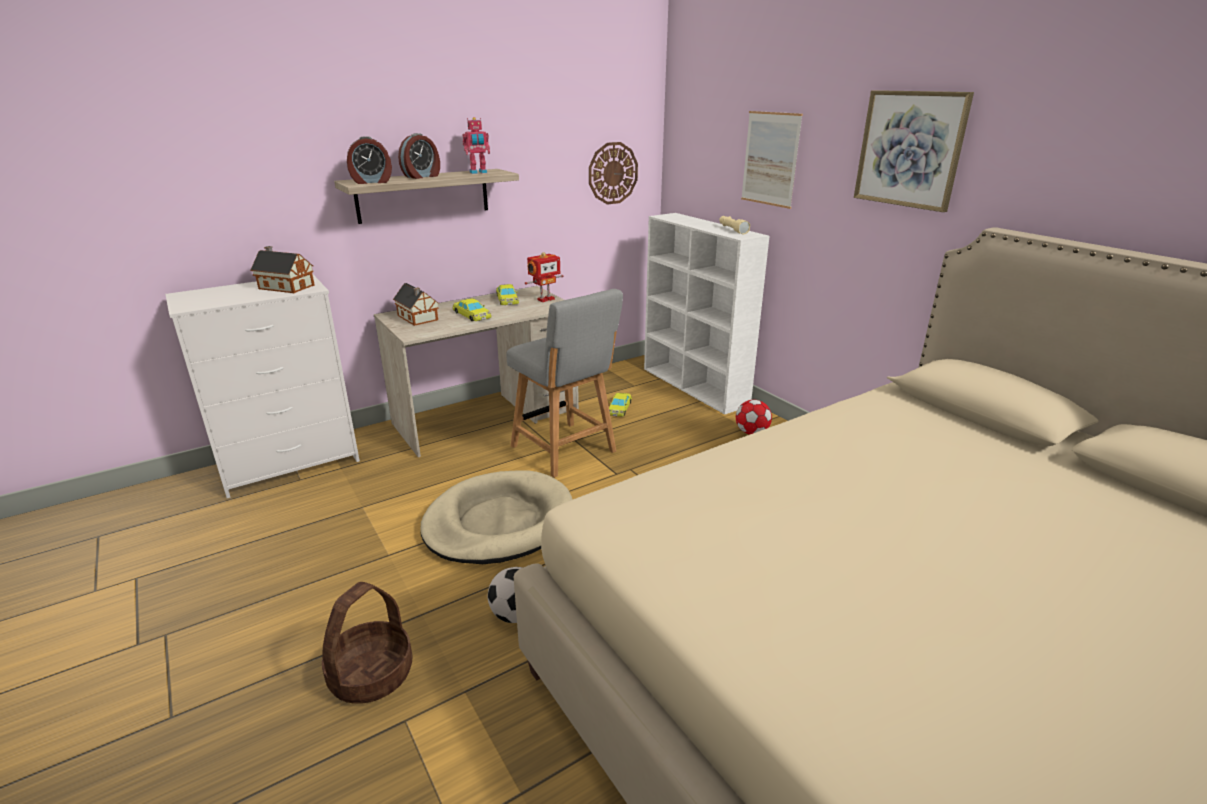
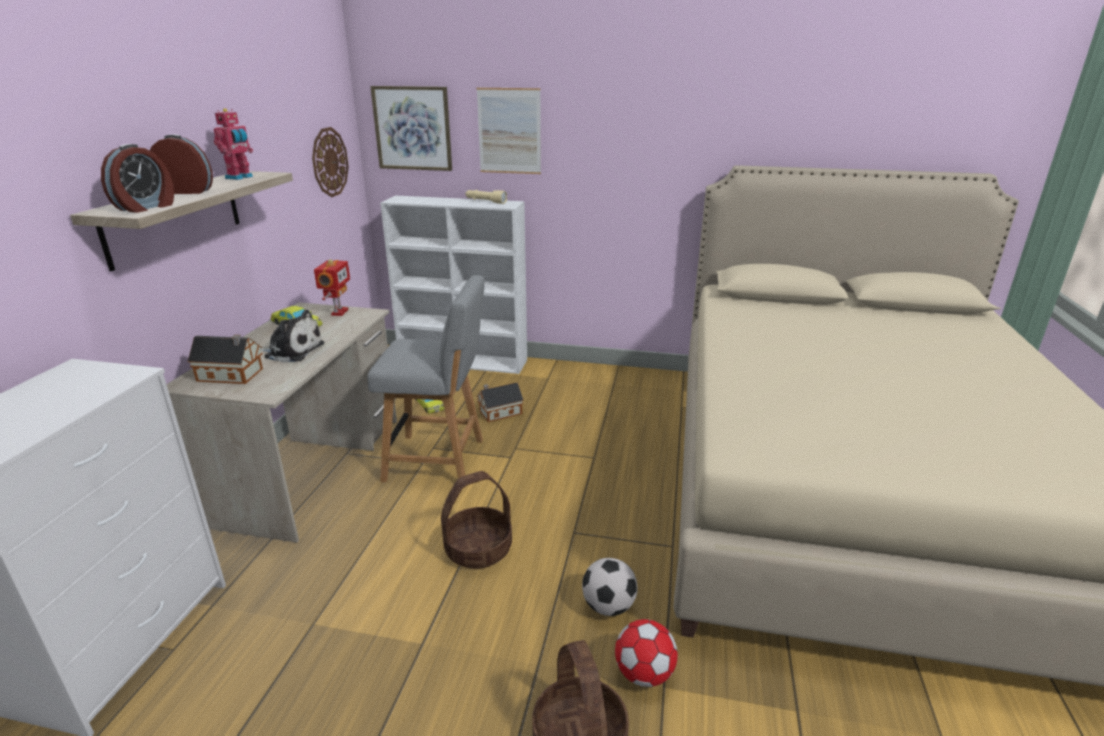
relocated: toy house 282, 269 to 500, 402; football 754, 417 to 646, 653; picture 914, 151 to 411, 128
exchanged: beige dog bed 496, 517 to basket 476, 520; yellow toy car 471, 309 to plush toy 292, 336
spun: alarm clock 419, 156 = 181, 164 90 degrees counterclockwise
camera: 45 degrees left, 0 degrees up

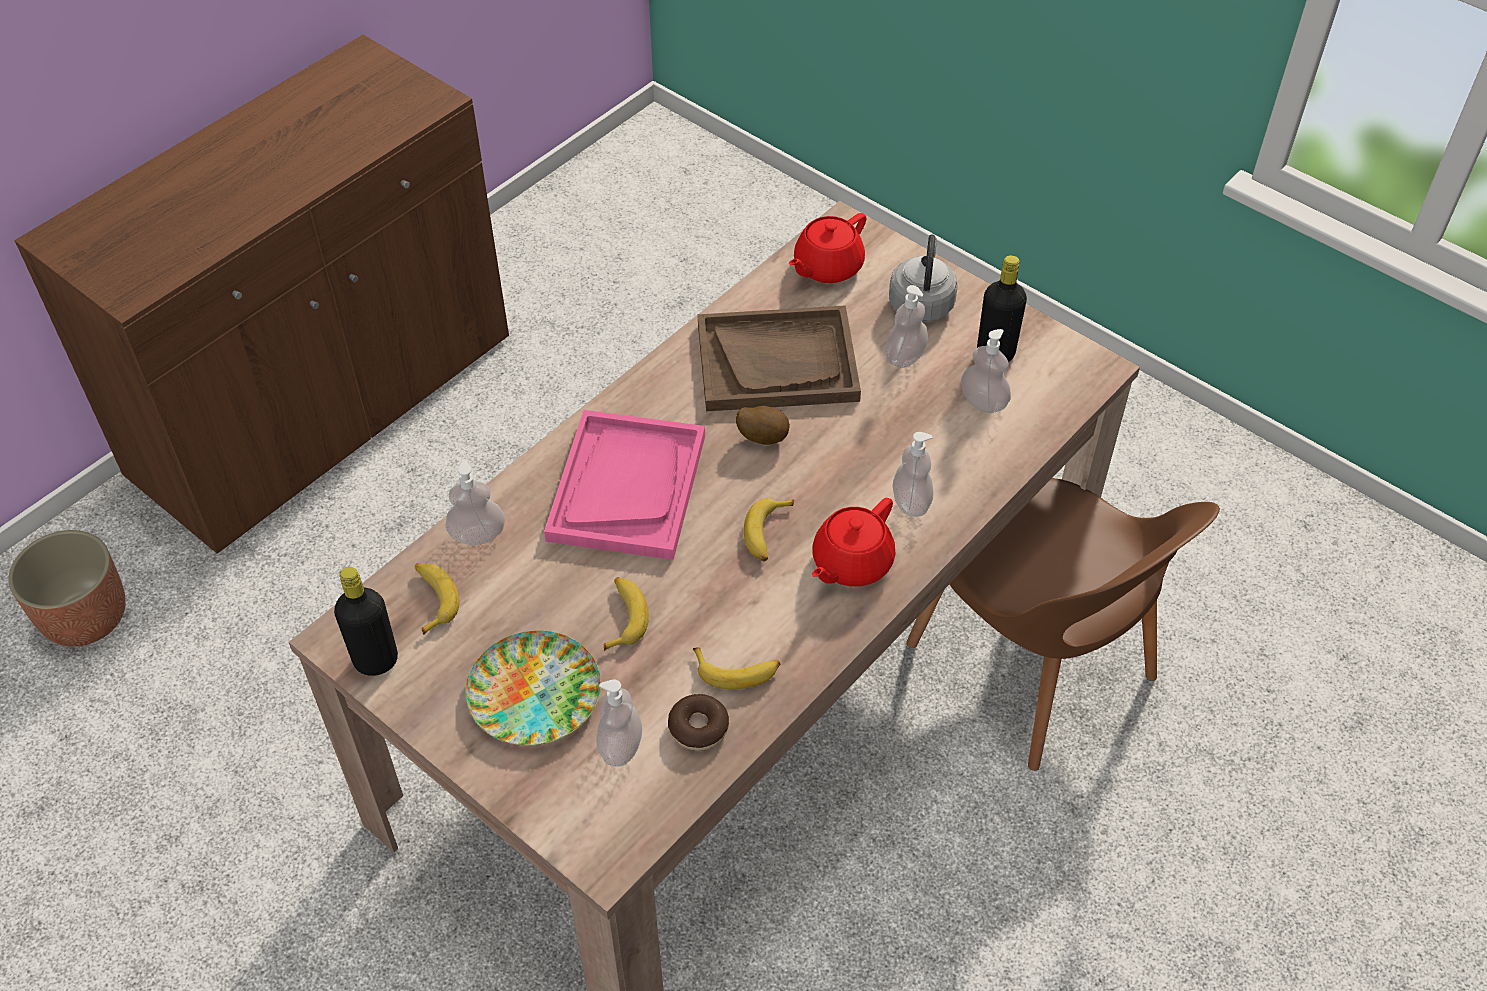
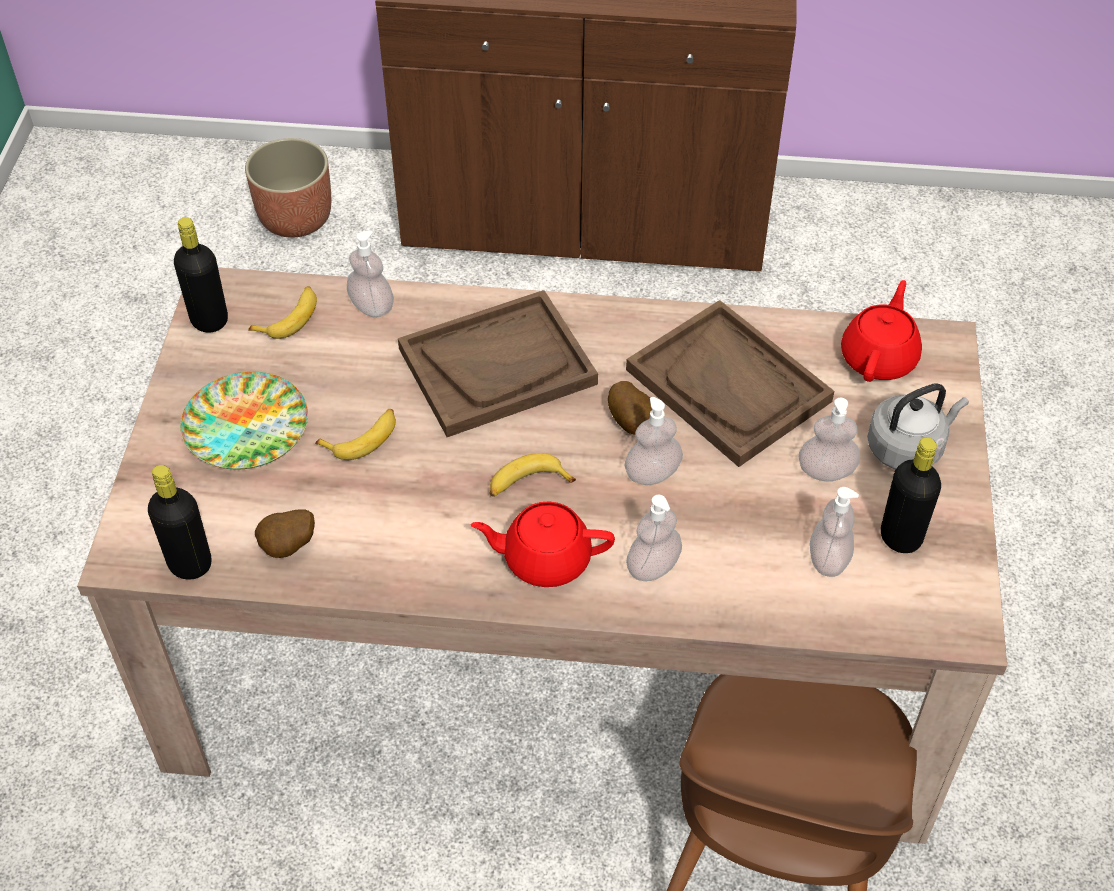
missing: banana 736, 668
appeared: black bottle 180, 522
relocated: soap dispenser 619, 723 to 653, 441
exchanged: donut 698, 722 to potato 285, 533
colour: pink tray 624, 485 to brown tray 498, 363
spun: red teapot 828, 248 = 881, 331 105 degrees clockwise
camera: 55 degrees right, 0 degrees up

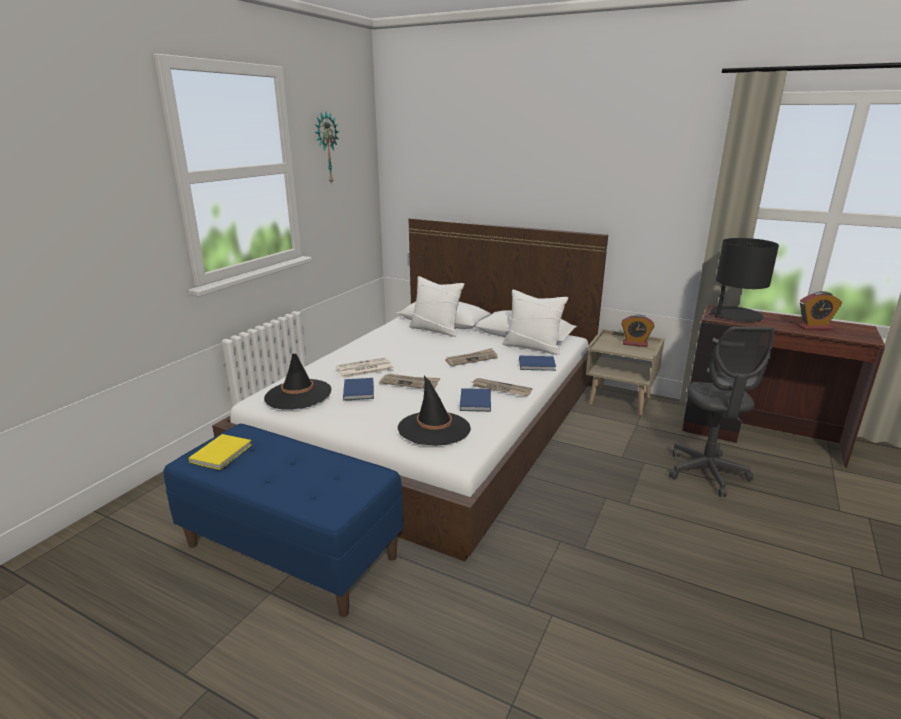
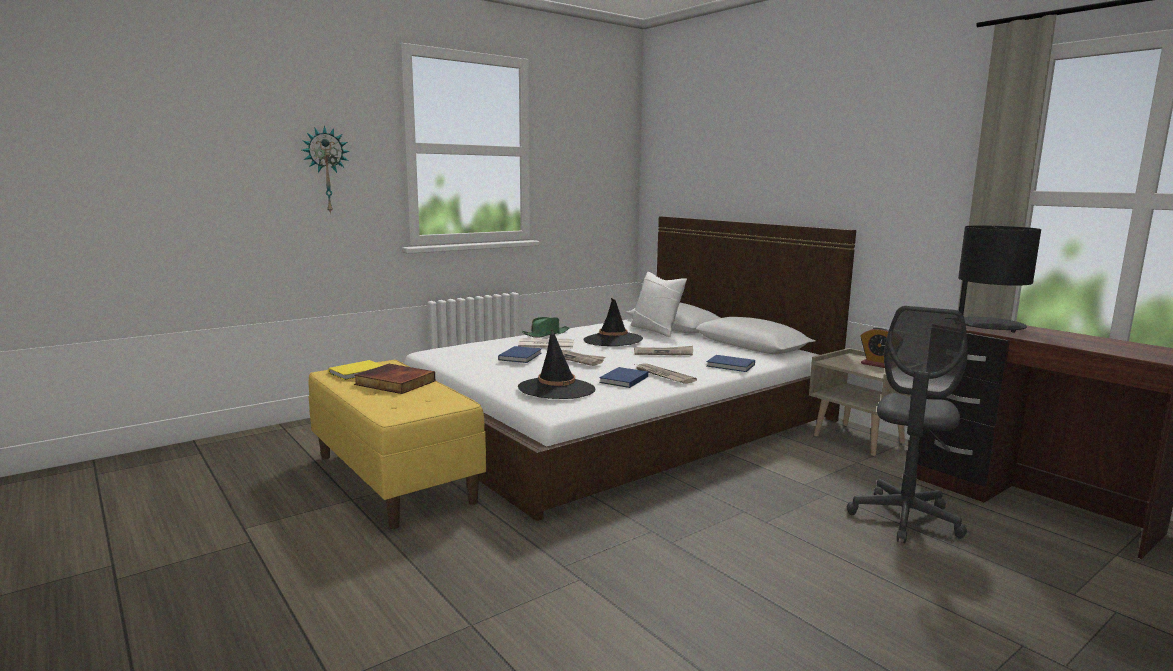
missing: white pillow 535, 322; alarm clock 819, 310
appeared: book 394, 379; green hat 545, 327
relocated: black hat 297, 382 to 613, 322; wall clock 327, 148 to 326, 169
colour: blue bench 284, 520 to yellow bench 397, 444
camera: 25 degrees right, 10 degrees down

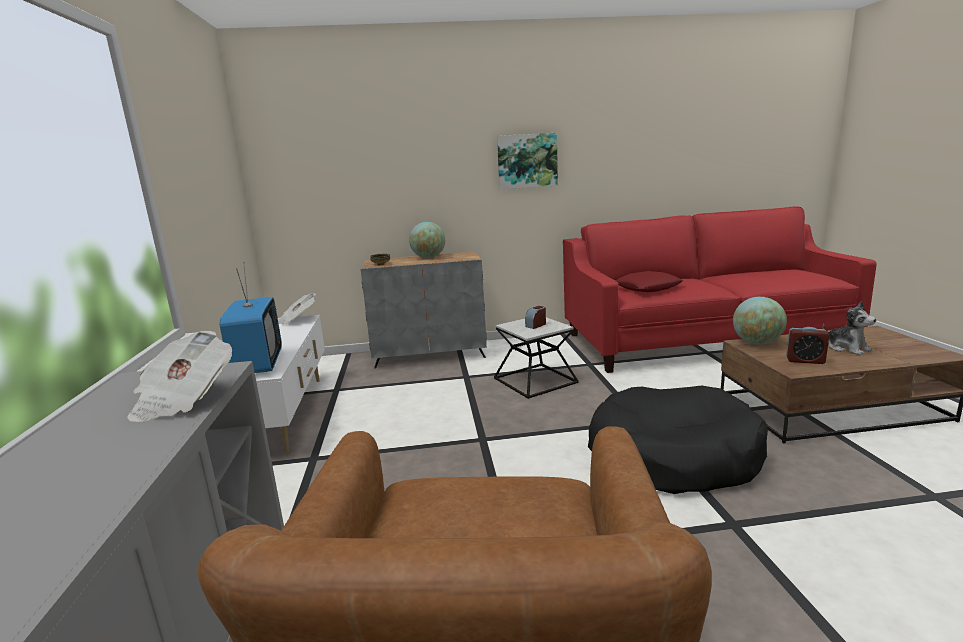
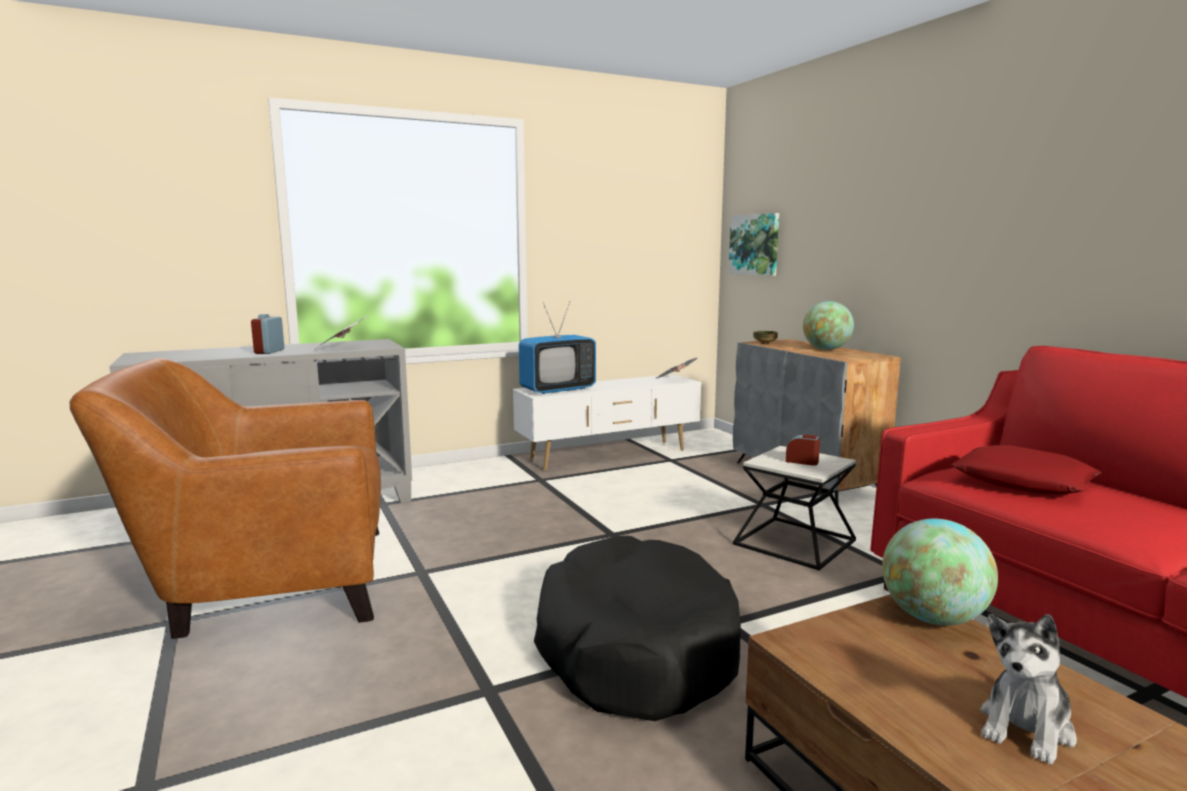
relocated: picture 527, 161 to 754, 244; alarm clock 807, 345 to 267, 334
camera: 70 degrees right, 5 degrees down

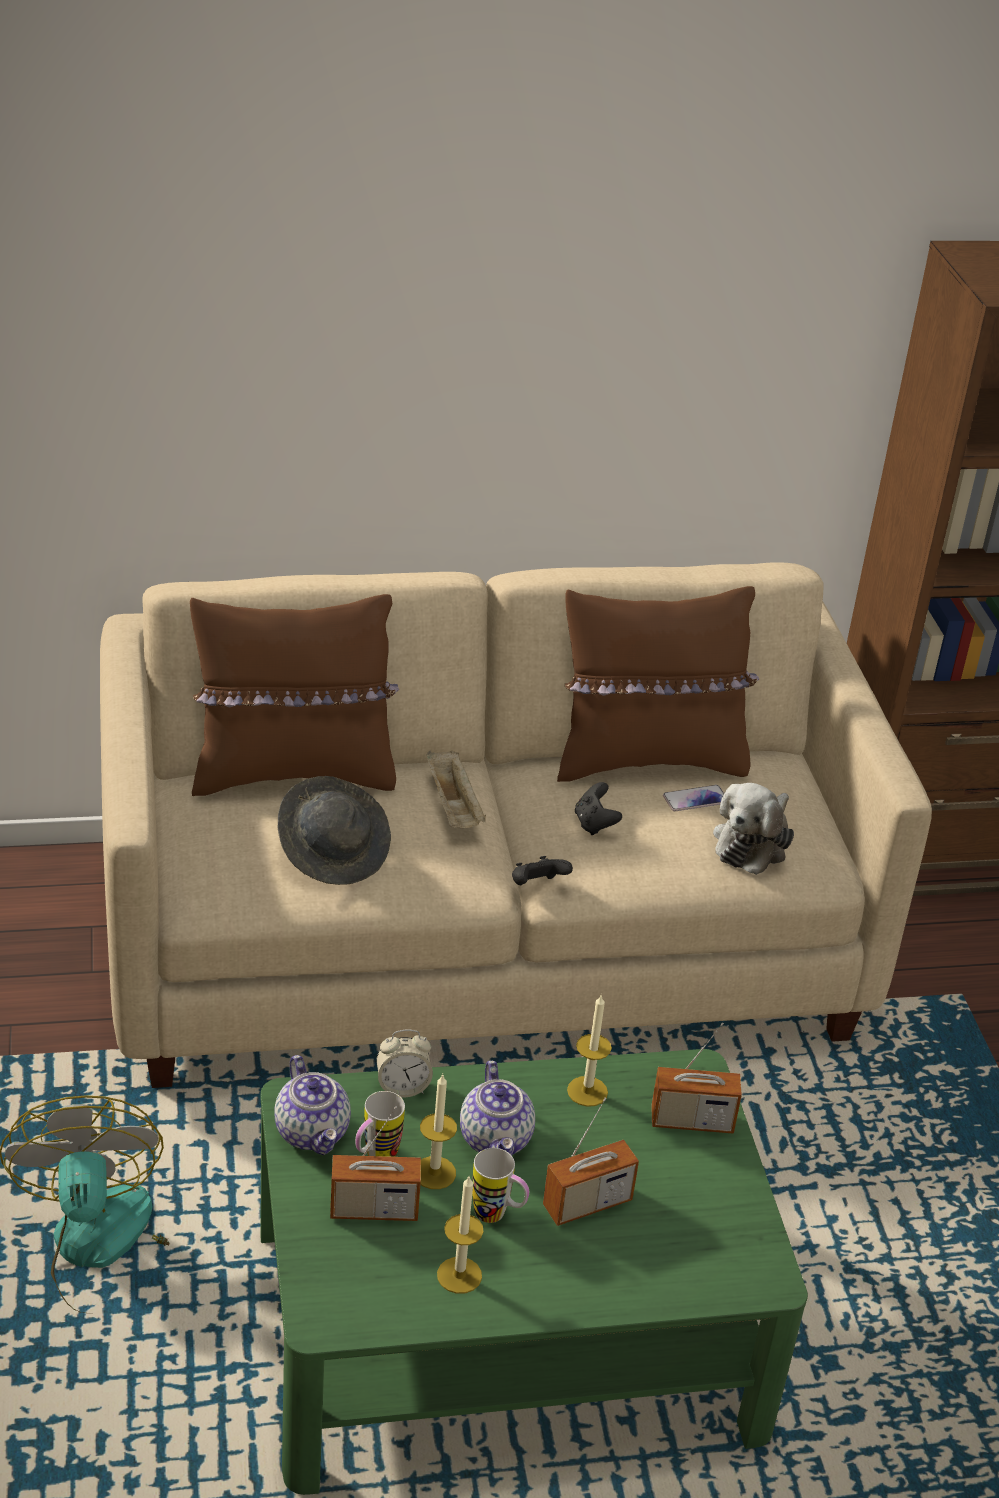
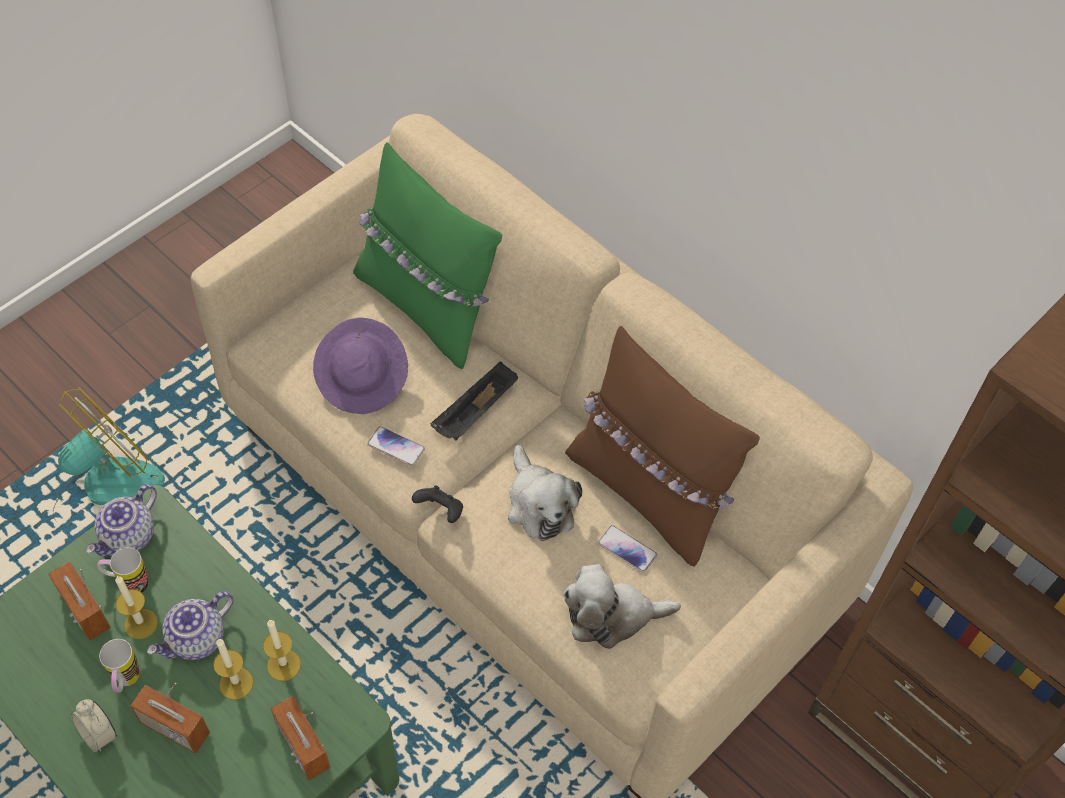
appeared: phone 396, 446
relocated: alarm clock 404, 1063 to 94, 725; candle 460, 1235 to 233, 669
exchanged: black game controller 598, 808 to plush toy 545, 493
colour: brown pillow 294, 695 to green pillow 427, 255; grey hat 334, 830 to purple hat 360, 365; beige tray 456, 789 to black tray 474, 401
camera: 55 degrees right, 20 degrees up

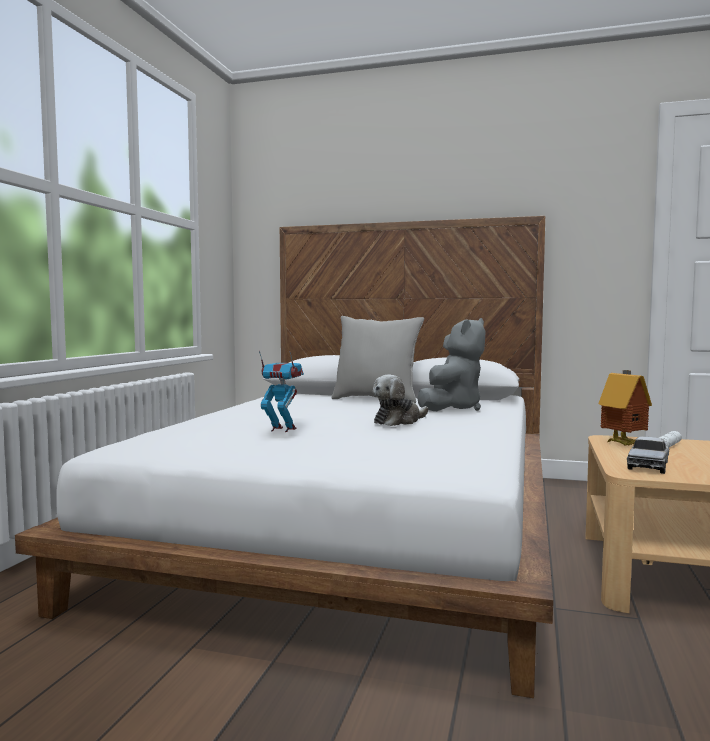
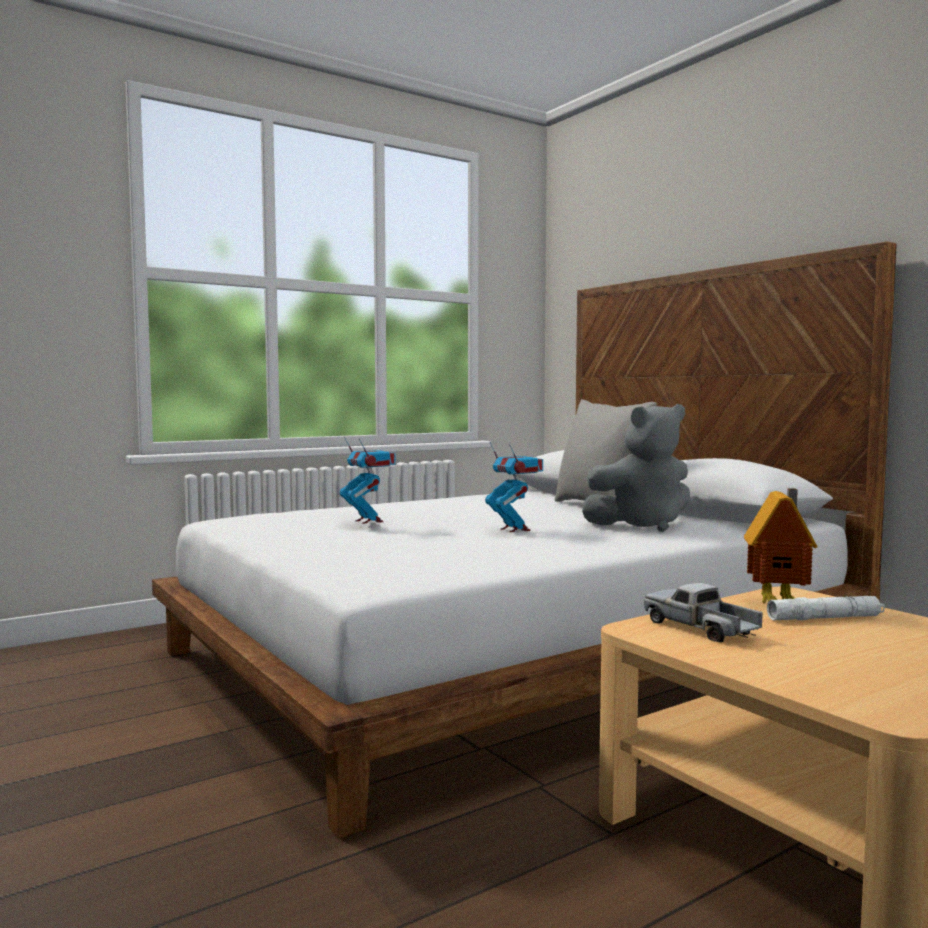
exchanged: plush toy 400, 400 to toy robot 514, 487
spun: toy truck 648, 455 = 703, 612 75 degrees clockwise
camera: 40 degrees right, 0 degrees up

